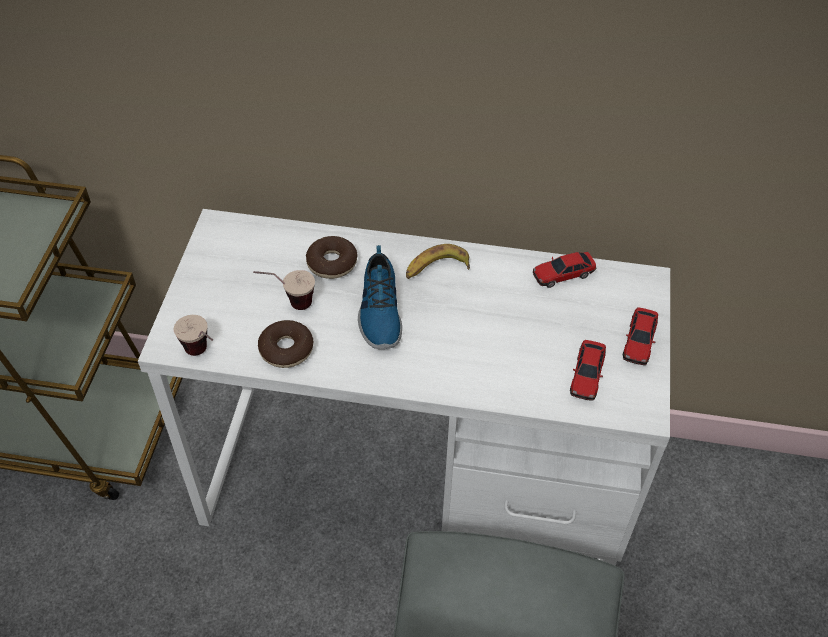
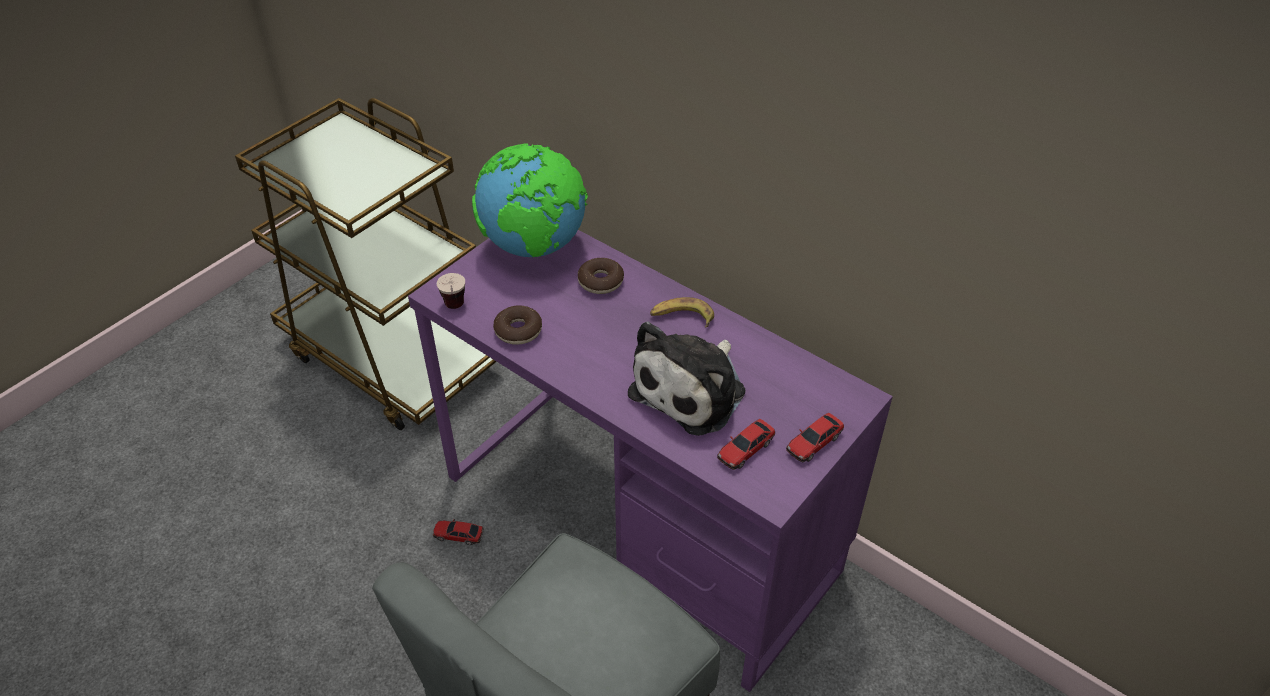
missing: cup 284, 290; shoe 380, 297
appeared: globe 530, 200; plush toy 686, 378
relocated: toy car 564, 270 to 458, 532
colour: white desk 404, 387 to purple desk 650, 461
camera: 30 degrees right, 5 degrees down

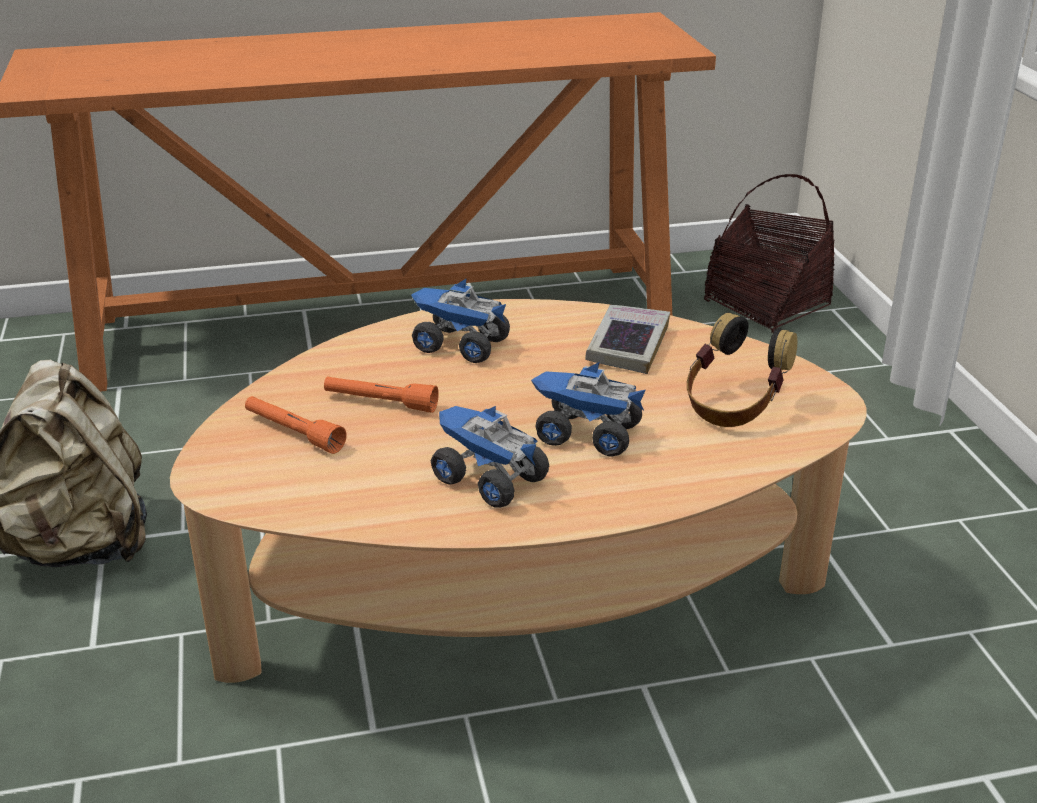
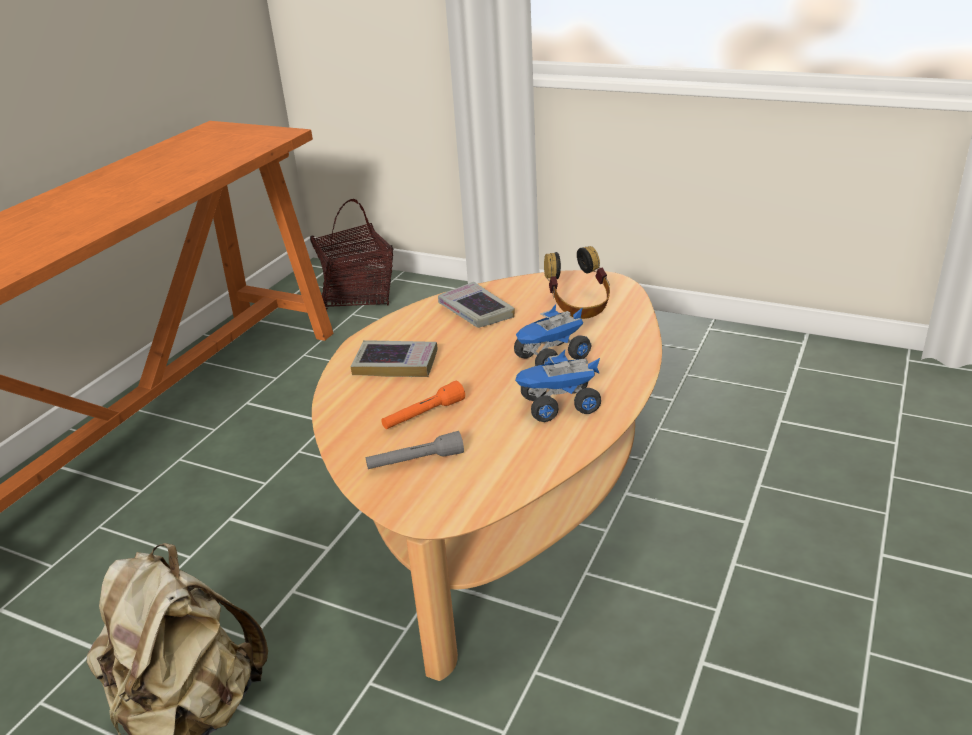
exchanged: toy truck 460, 321 to book 394, 358
colour: orange flashlight 296, 425 to grey flashlight 415, 450
camera: 50 degrees left, 0 degrees up

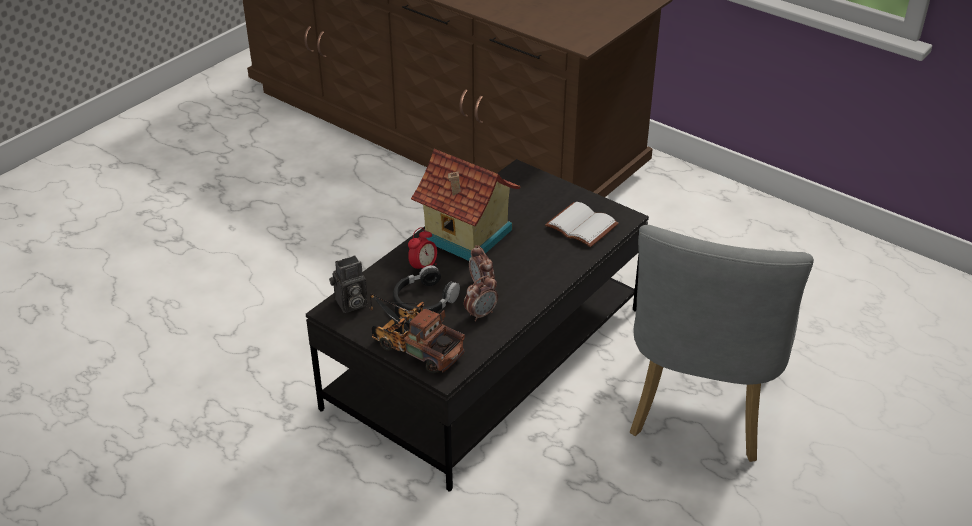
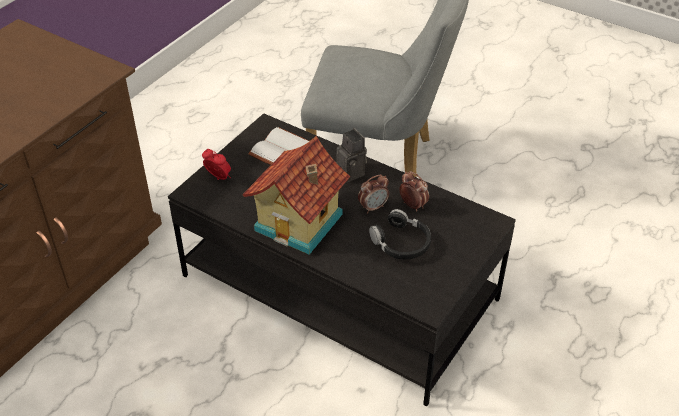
missing: toy truck 417, 333
relocated: photo camera 348, 284 to 351, 155; alarm clock 422, 248 to 216, 164
camera: 95 degrees left, 5 degrees up

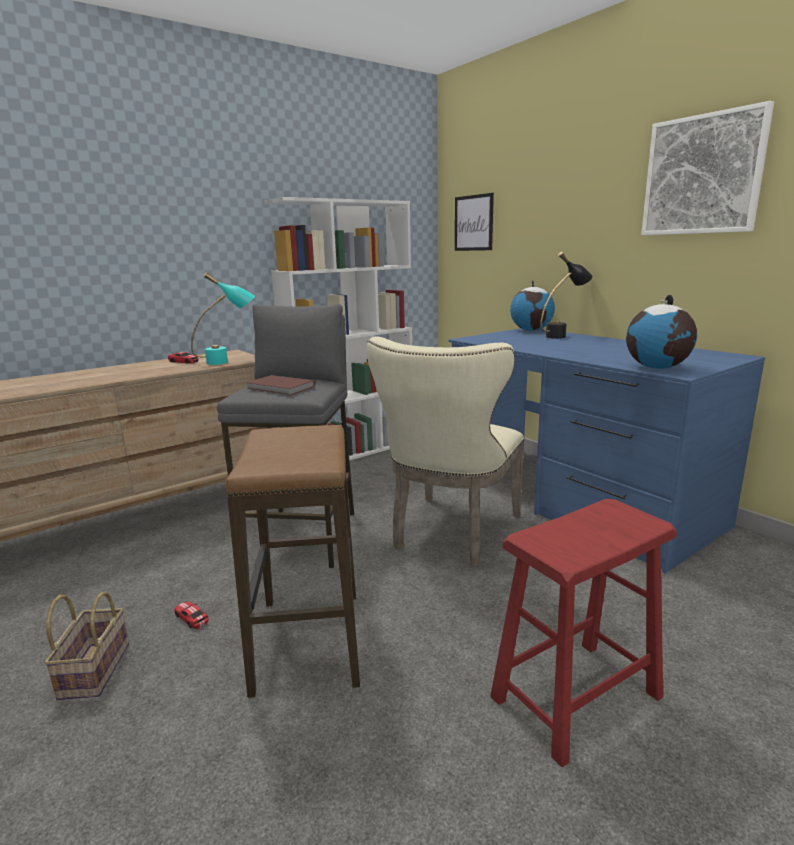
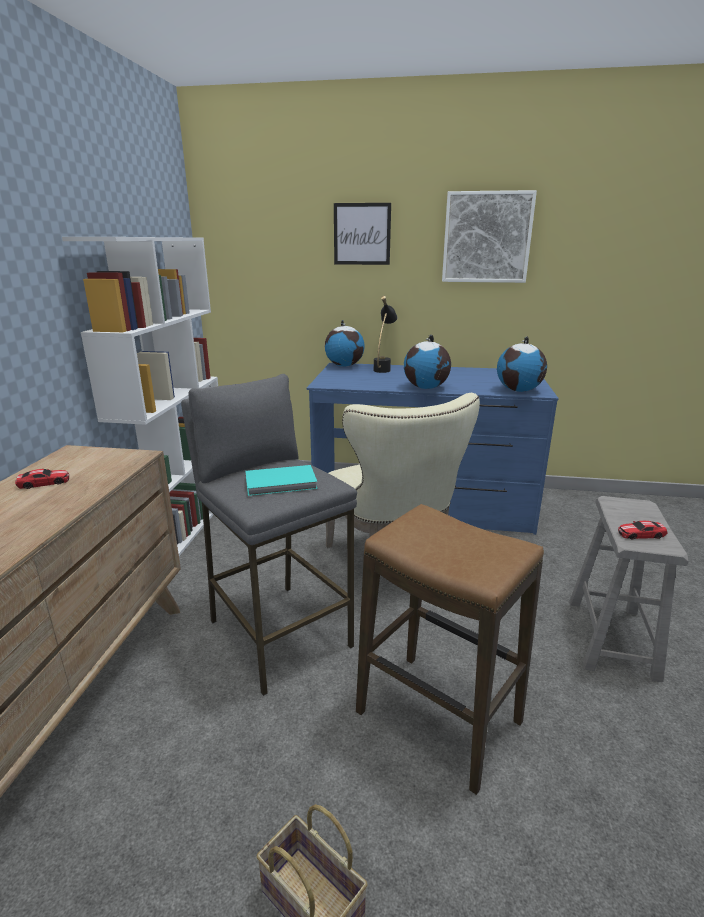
missing: turquoise table lamp 223, 319
appeared: globe 427, 362
relocated: toy car 191, 615 to 643, 530; picture 474, 222 to 362, 234
colour: brown book 280, 385 to turquoise book 281, 480; red stool 583, 633 to grey stool 628, 589
camera: 45 degrees left, 5 degrees up

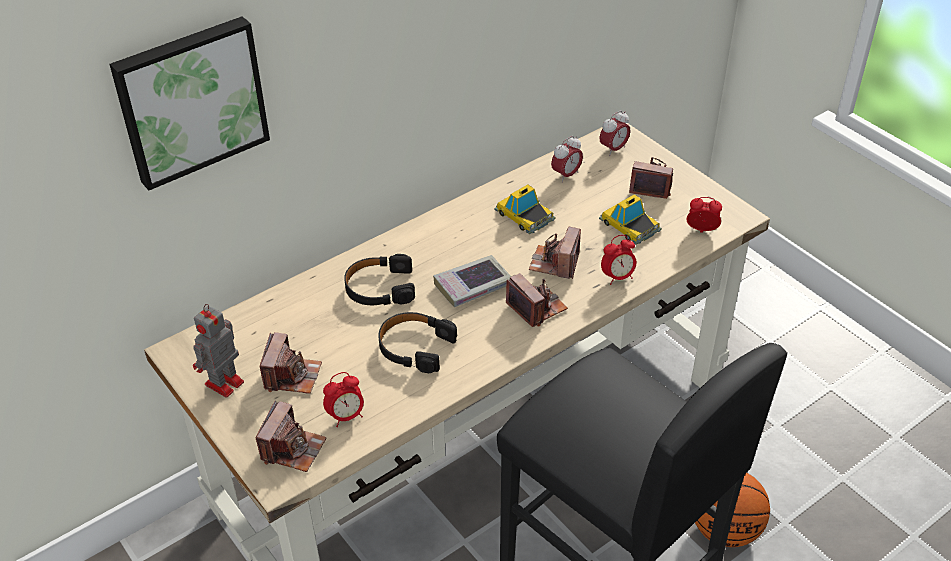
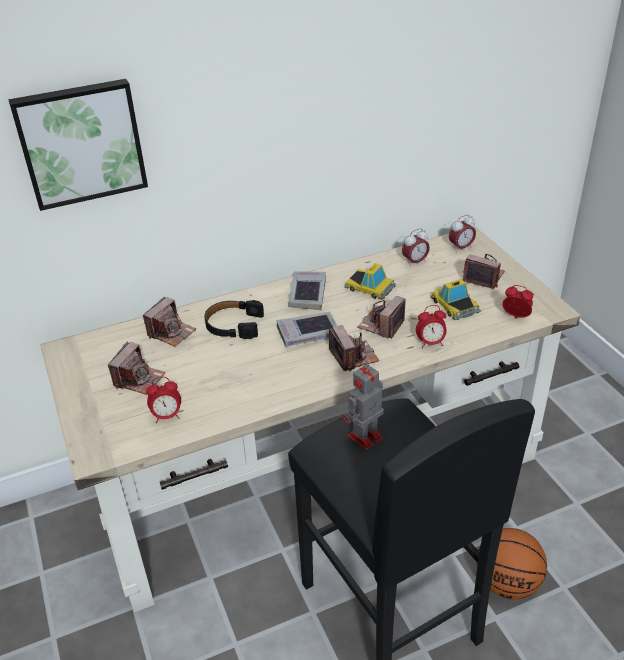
missing: black headphones 417, 342
appeared: book 307, 291
relocated: toy robot 218, 351 to 363, 406; photo camera 291, 436 to 169, 321
spun: toy car 525, 209 = 370, 281 150 degrees clockwise
camera: 15 degrees right, 5 degrees down

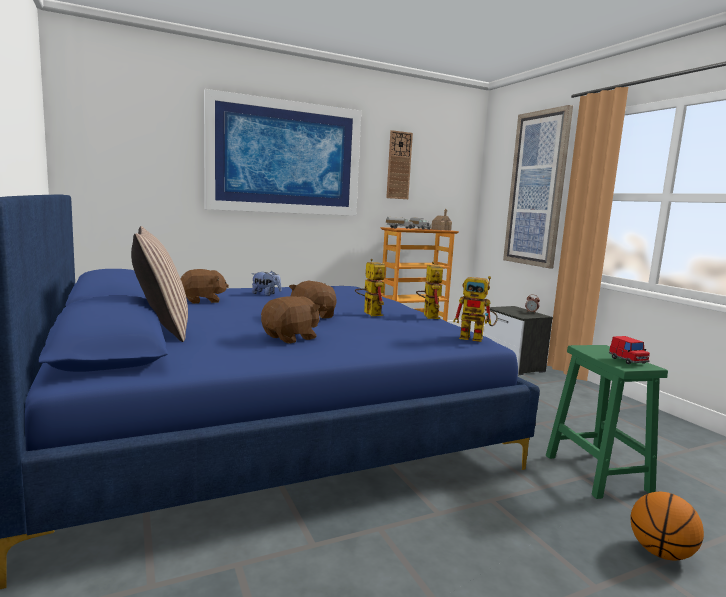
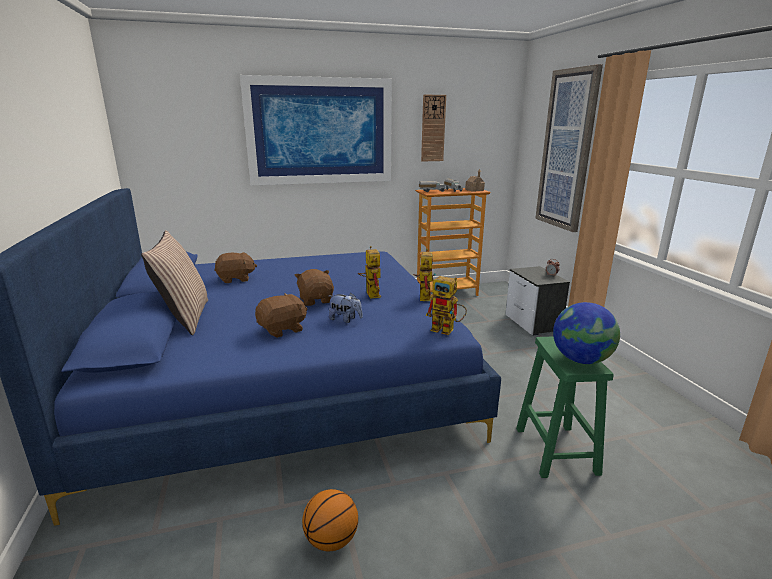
relocated: plush toy 267, 283 to 346, 308; basketball 667, 526 to 330, 520
exchanged: red toy car 629, 350 to globe 586, 333
camera: 10 degrees right, 10 degrees up

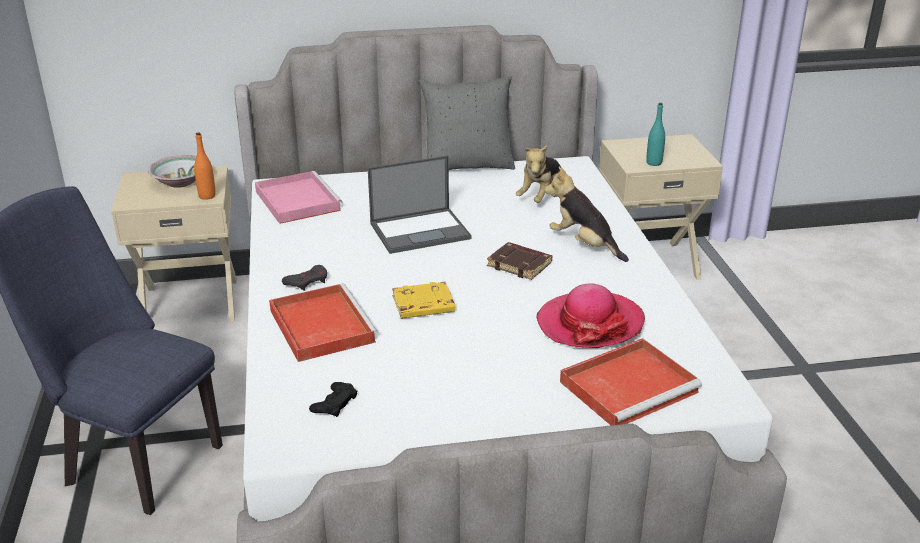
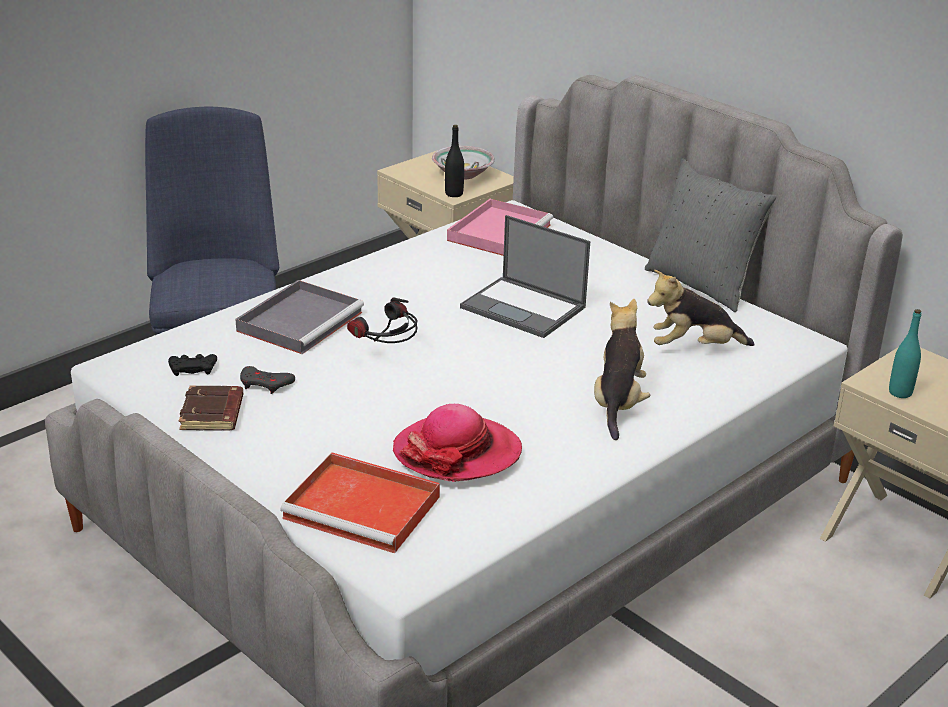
relocated: grey game controller 304, 278 to 267, 380; brown book 519, 261 to 211, 408
exchanged: yellow book 423, 300 to headphones 382, 320
colour: orange bottle 205, 166 to black bottle 454, 161; red tray 323, 323 to grey tray 299, 317
camera: 55 degrees right, 0 degrees up

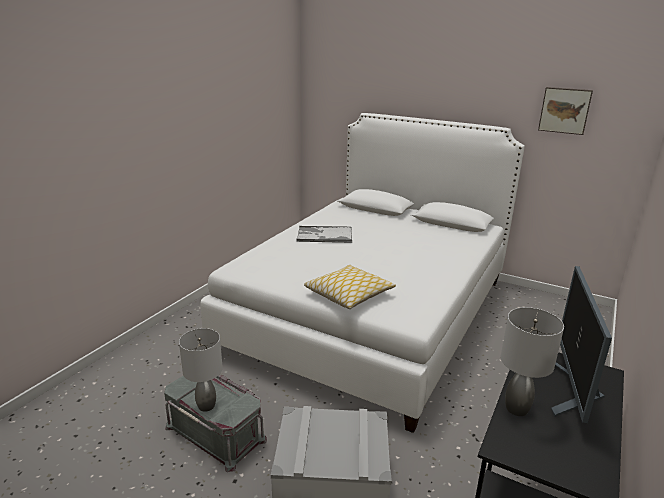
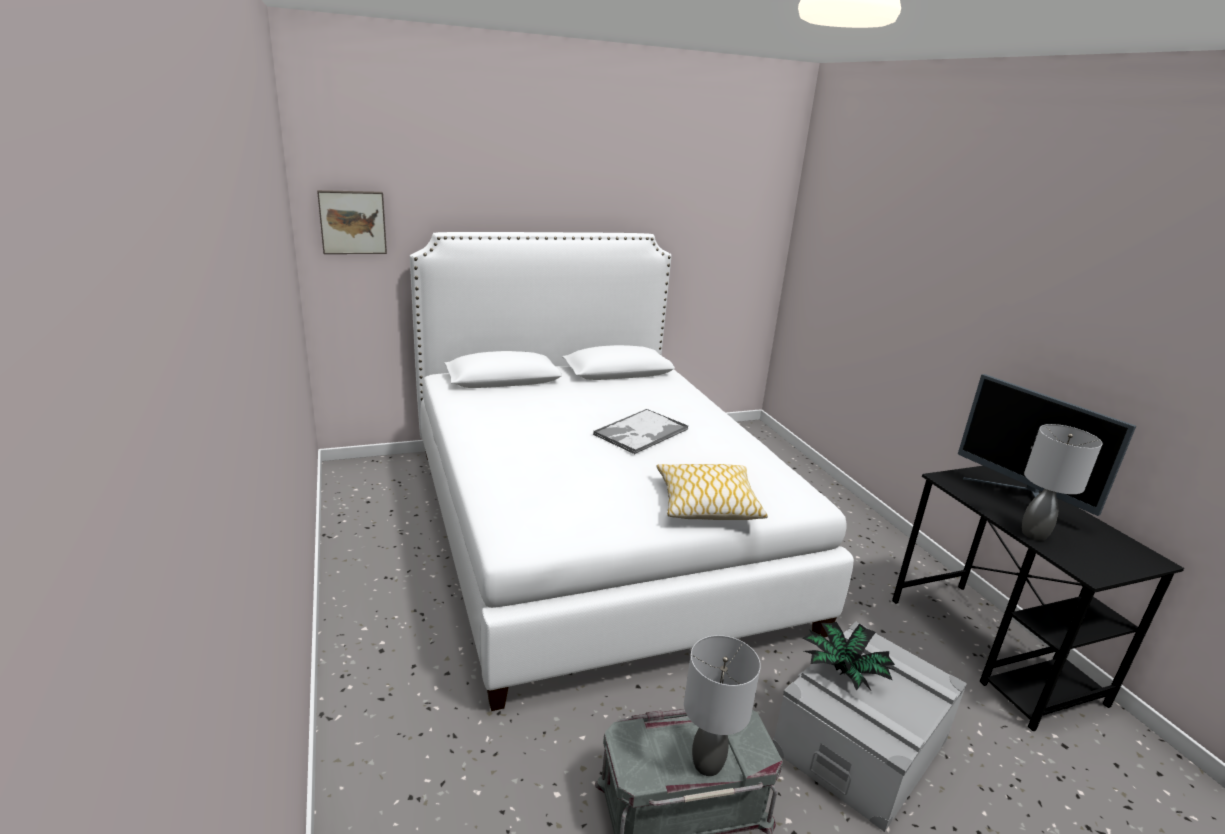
appeared: potted plant 849, 657
relocated: tray 324, 234 to 640, 431; picture 565, 111 to 352, 222
camera: 50 degrees left, 0 degrees up

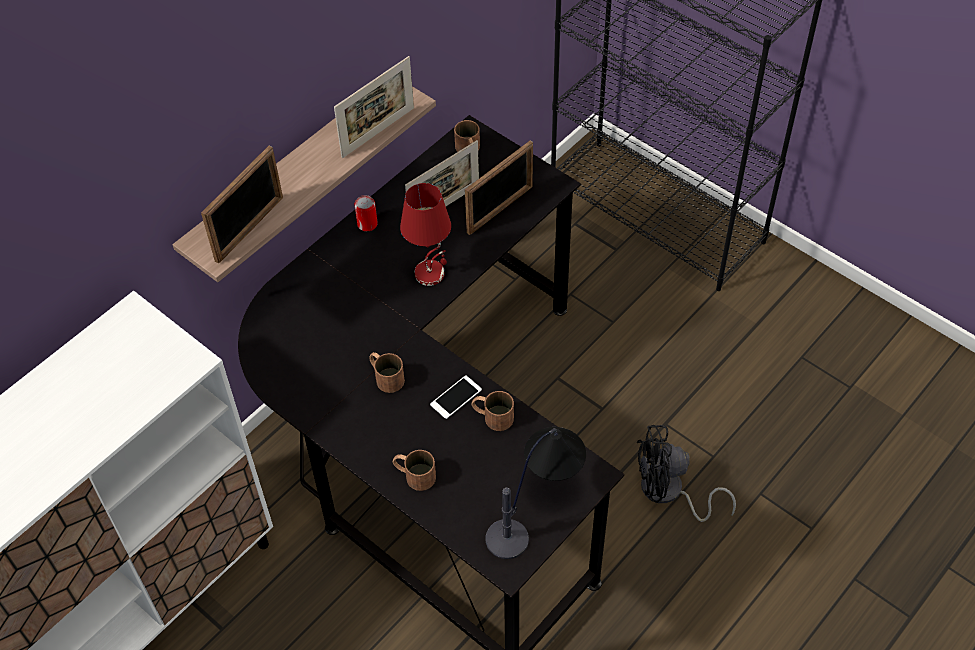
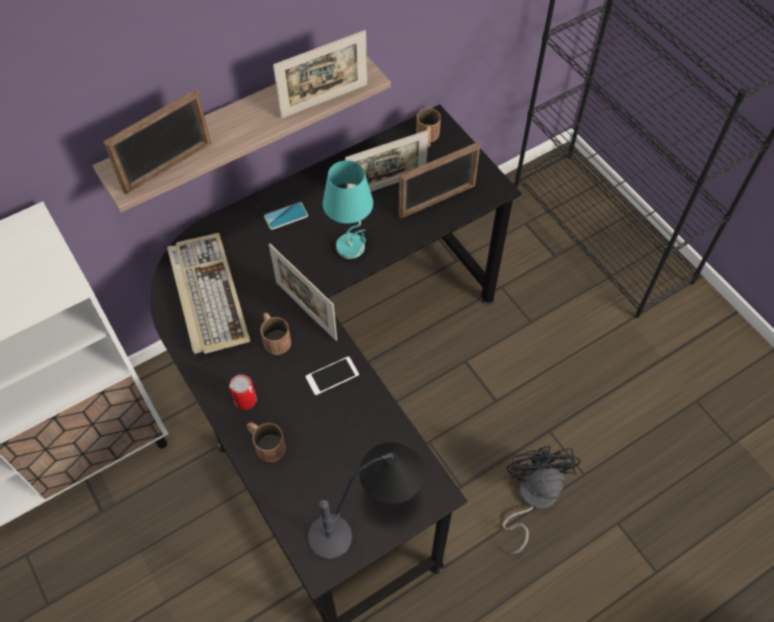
missing: brown mug 493, 411
appeared: keyboard 208, 293; phone 286, 216; picture frame 303, 292
relocated: can 366, 213 to 243, 392
colour: red table lamp 425, 234 to turquoise table lamp 348, 209
spun: black fan 686, 473 = 541, 500 75 degrees clockwise
camera: 15 degrees right, 5 degrees up

